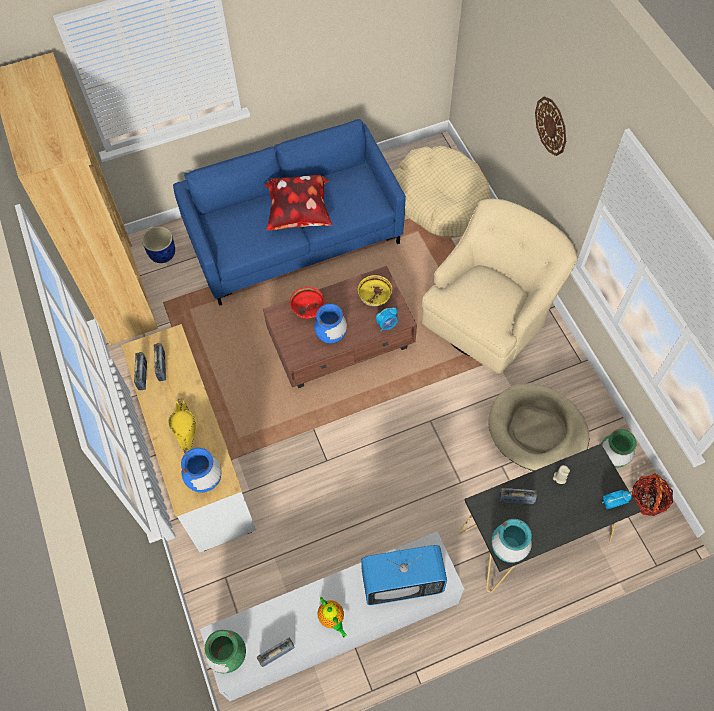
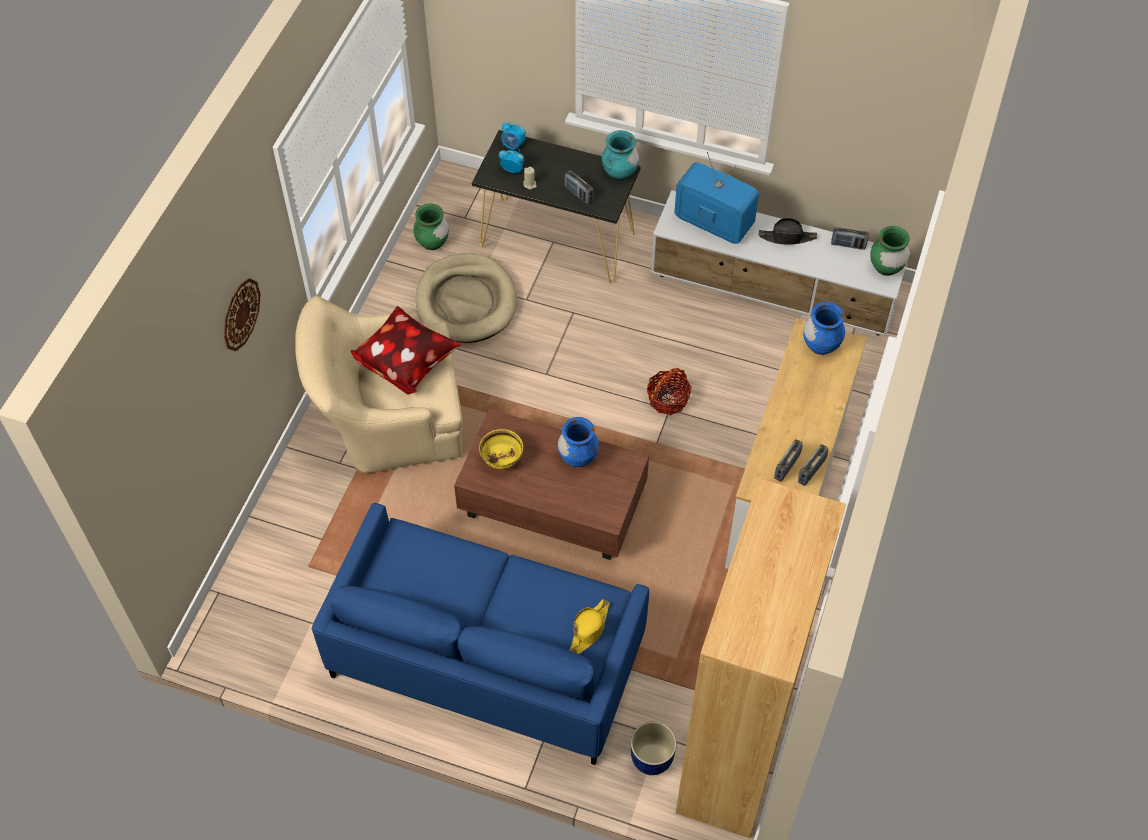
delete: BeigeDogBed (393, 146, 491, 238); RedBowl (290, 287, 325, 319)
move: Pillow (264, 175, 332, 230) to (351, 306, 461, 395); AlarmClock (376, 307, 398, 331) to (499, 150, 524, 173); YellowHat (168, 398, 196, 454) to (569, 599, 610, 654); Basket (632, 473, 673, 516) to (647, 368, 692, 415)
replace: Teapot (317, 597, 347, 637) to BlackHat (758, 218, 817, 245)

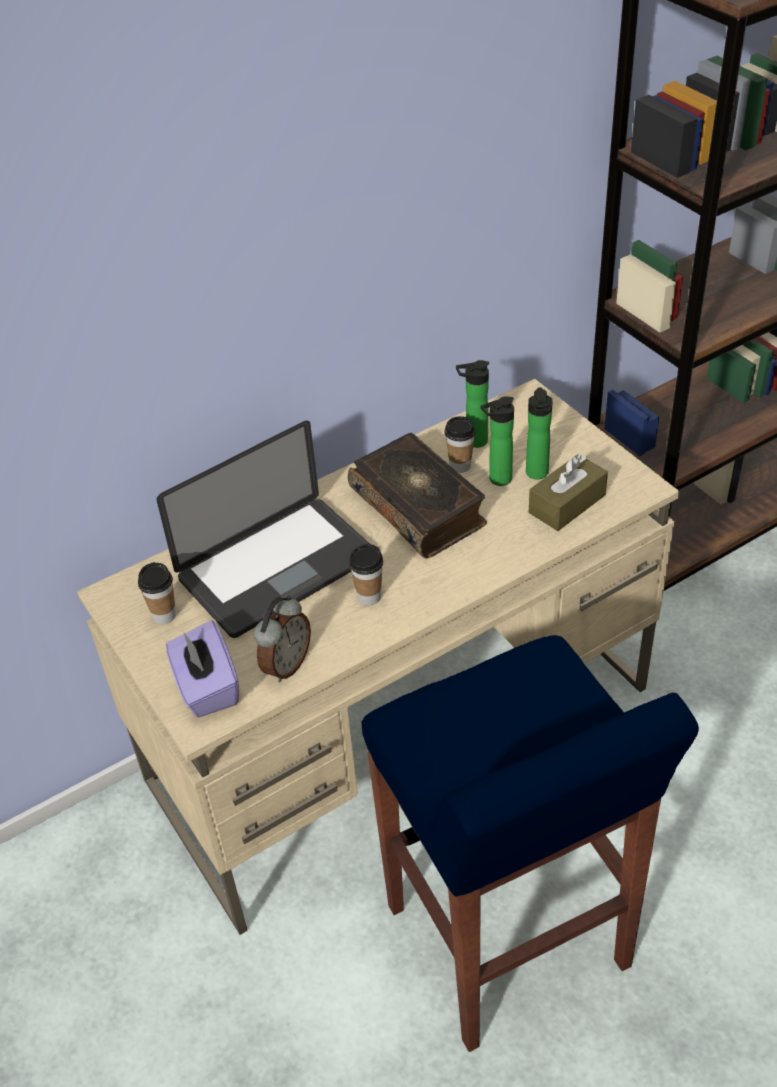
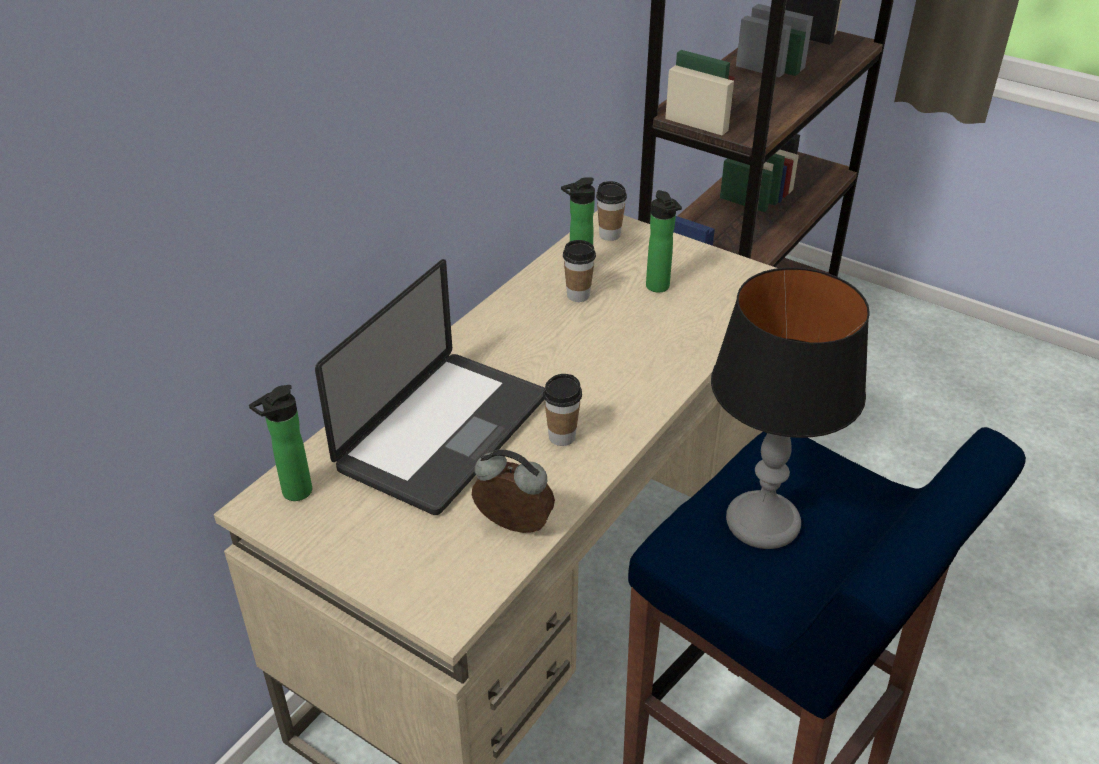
delete: Book (348, 433, 487, 558); BrownTissueBox (529, 454, 608, 531); PurpleTissueBox (166, 620, 239, 717)
insert: TableLamp (711, 267, 870, 549)
move: Bottle (480, 396, 514, 486) to (249, 385, 312, 501); Cup (138, 562, 176, 624) to (596, 181, 627, 241)
rotate: AlarmClock (254, 595, 311, 682) = (472, 449, 555, 533) 75 degrees counterclockwise

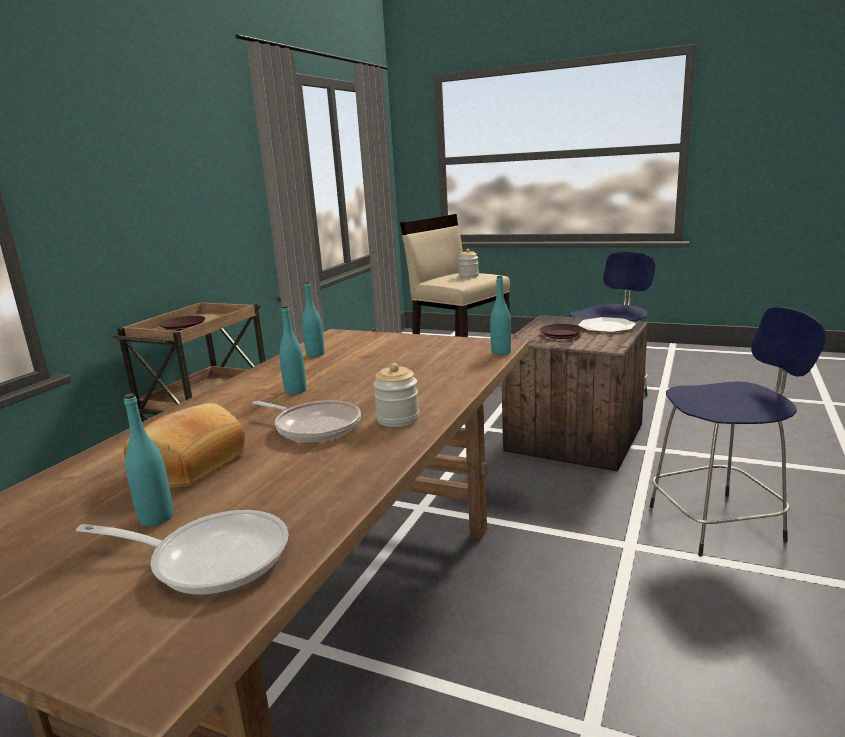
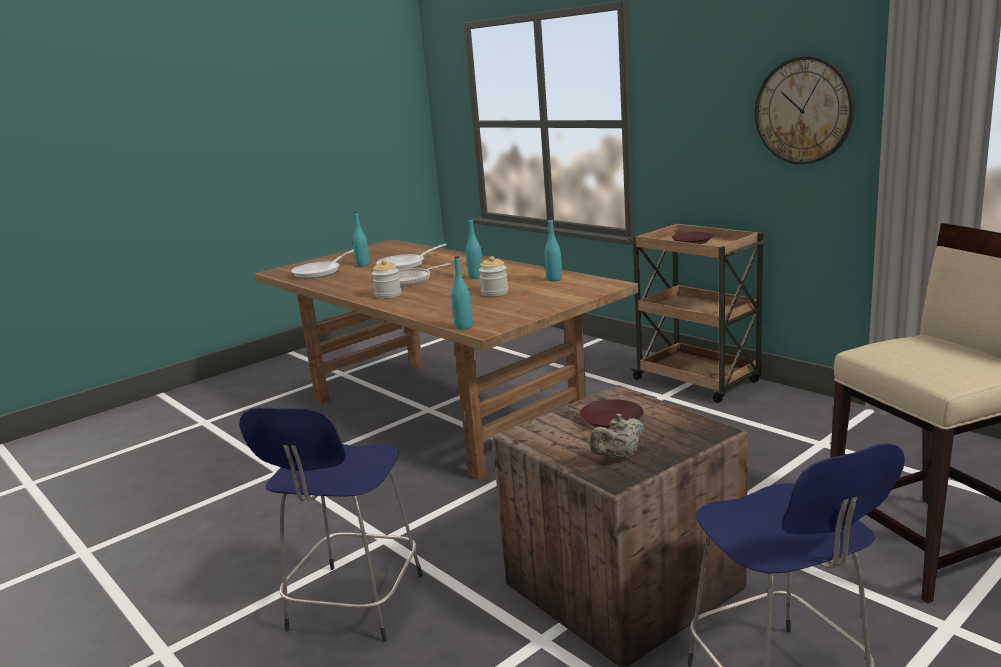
insert: WallClock (755, 56, 855, 164)
move: Jar (458, 249, 479, 278) to (479, 256, 508, 296)
replace: Plate (578, 317, 636, 333) to BeigeTeapot (589, 414, 644, 461); Bread (124, 403, 245, 487) to FryingPan (376, 244, 447, 270)

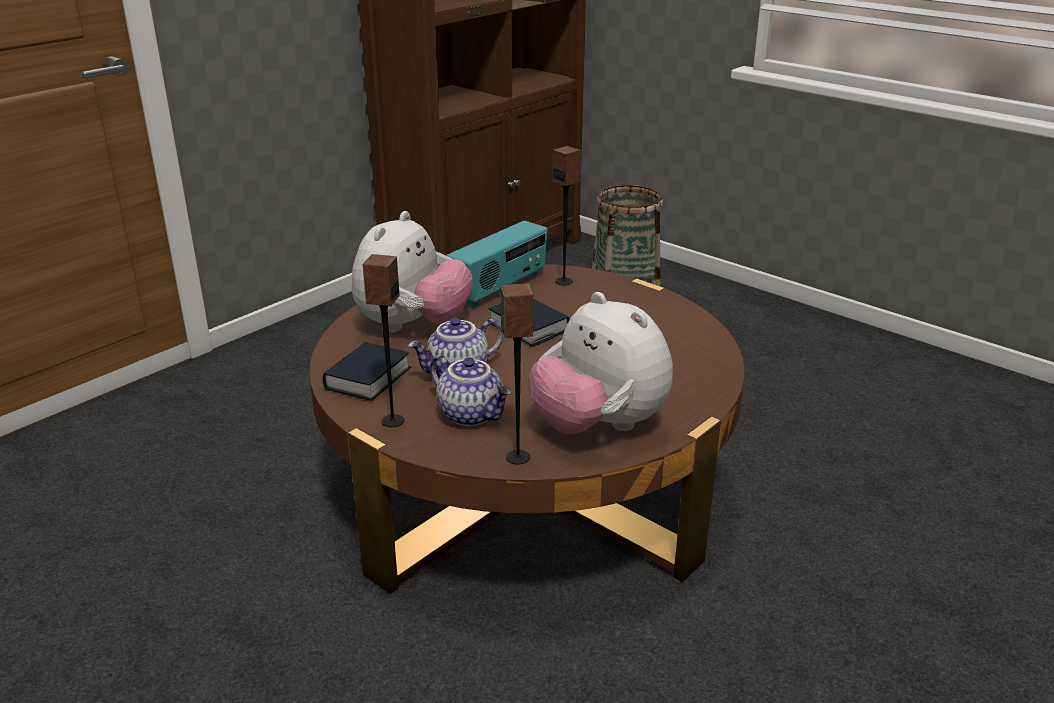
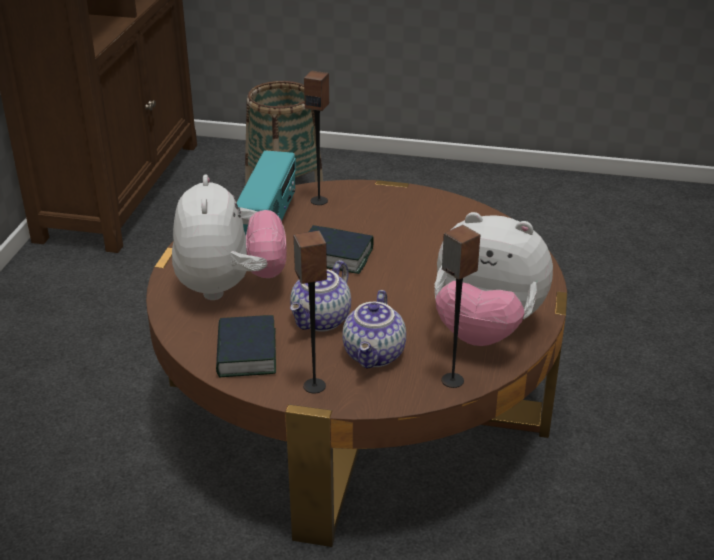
rotate: Teapot (430, 355, 512, 427) = (342, 290, 406, 369) 90 degrees clockwise

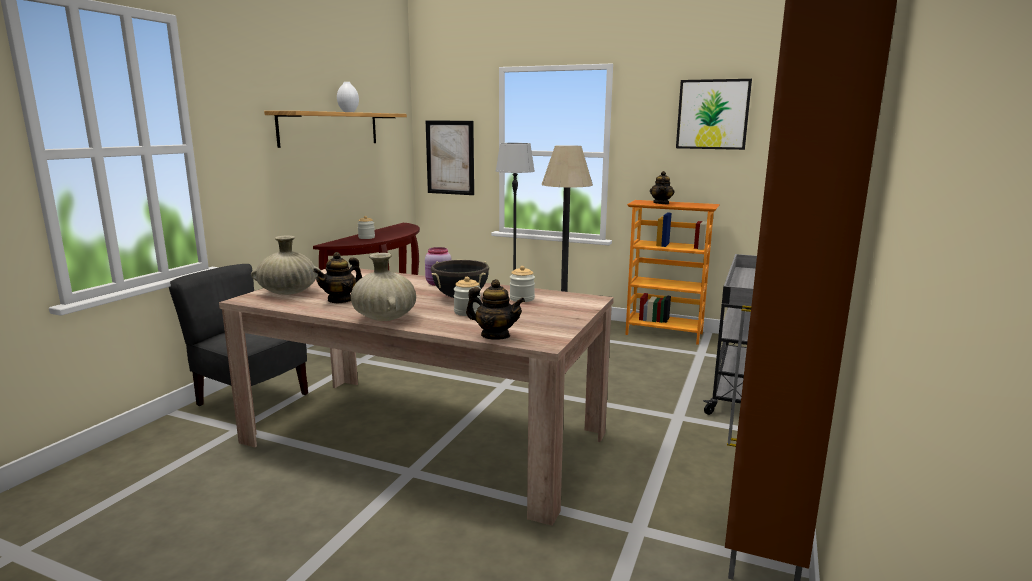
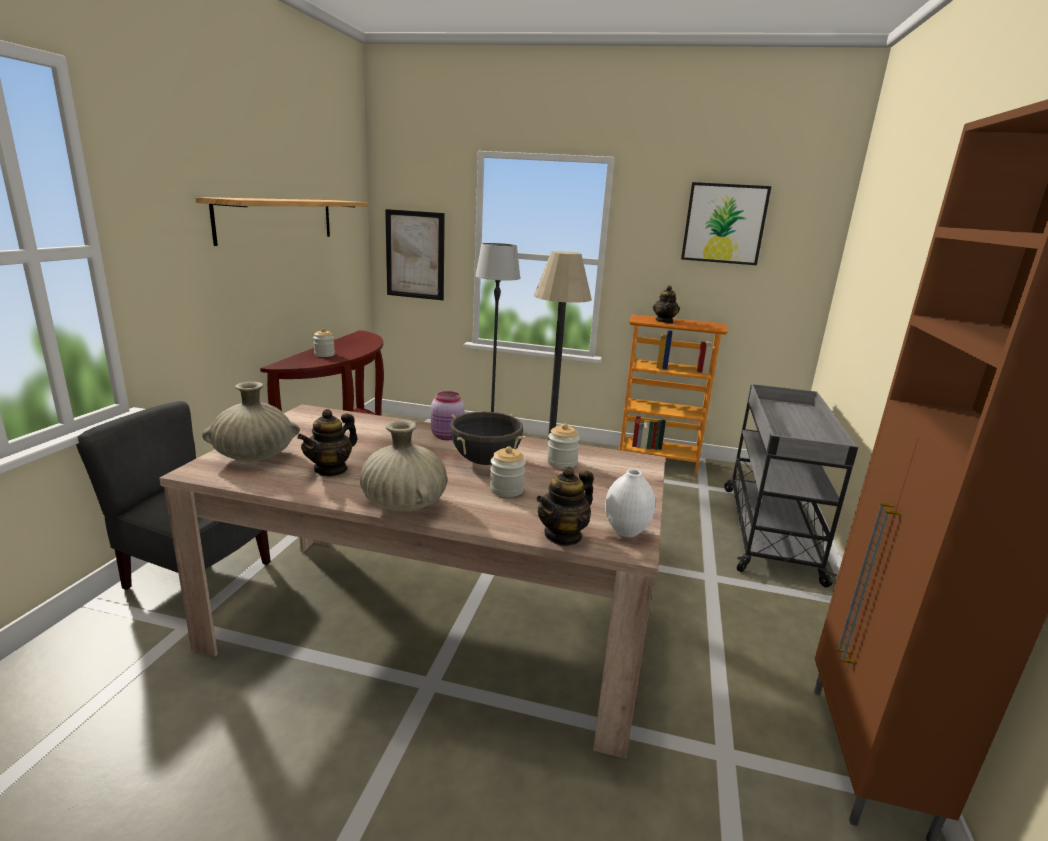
move: WhiteVase (337, 82, 359, 112) to (605, 469, 655, 537)
rotate: Teapot (466, 279, 525, 340) = (536, 466, 594, 546) 120 degrees clockwise

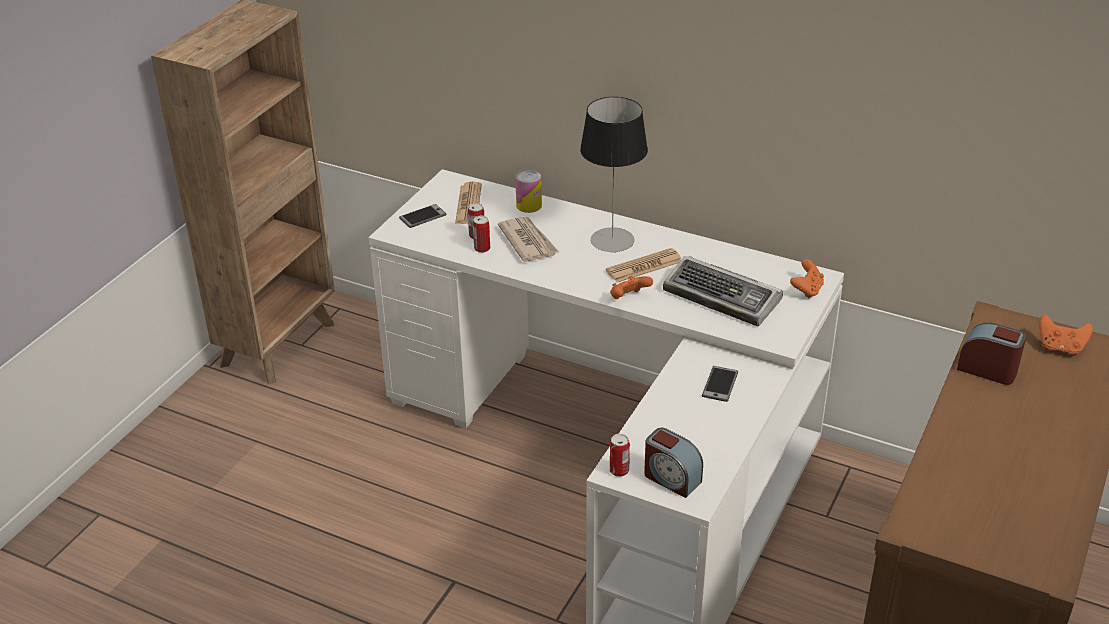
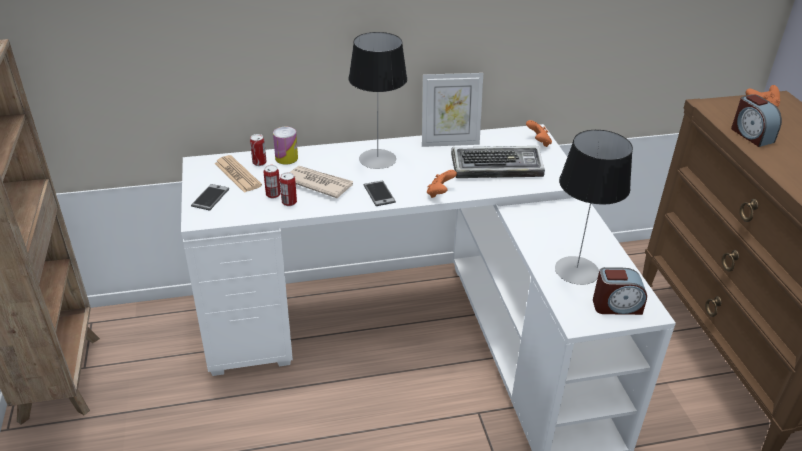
delete: Newspaper (606, 248, 681, 283)
insert: PictureFrame (422, 73, 483, 147); TableLamp (555, 130, 633, 285)
move: Phone (702, 366, 738, 402) to (364, 181, 396, 206); Can (610, 434, 630, 477) to (250, 134, 267, 166)
rotate: AlarmClock (957, 323, 1026, 385) = (731, 94, 782, 147) 105 degrees counterclockwise

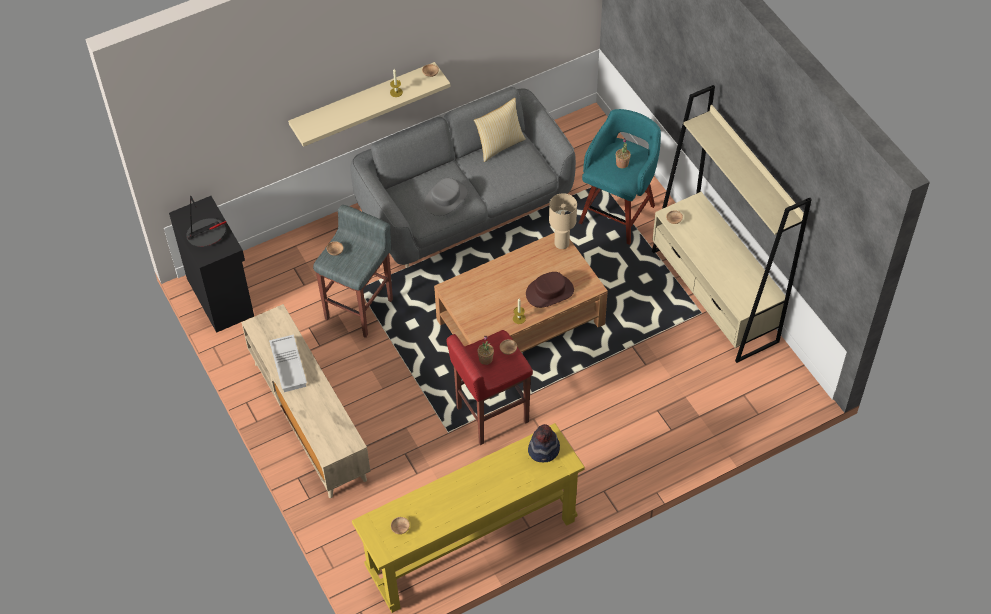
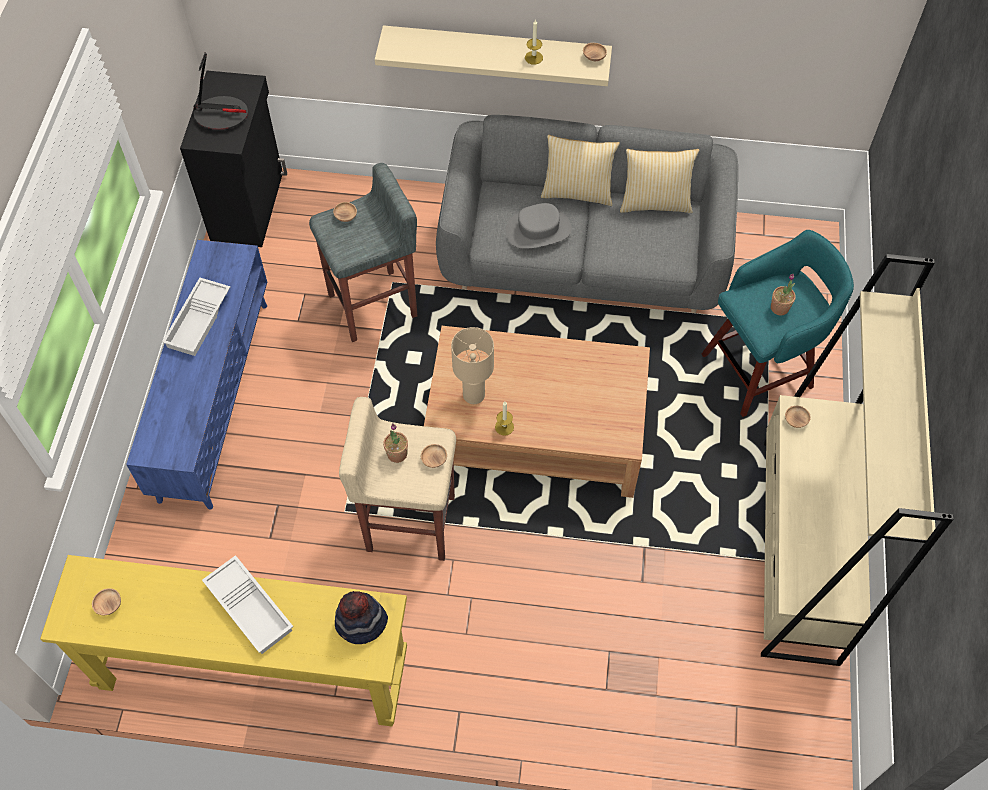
delete: BrownHat (526, 272, 574, 308)
insert: Pillow (541, 135, 620, 206); WhiteTray (202, 555, 293, 654)
move: BeigeTableLamp (549, 193, 577, 249) to (451, 327, 494, 404)
recolor: BeigeTvStand (241, 304, 371, 498) to BlueTvStand (126, 239, 267, 510); RedStool (447, 330, 533, 445) to BeigeStool (339, 397, 456, 561)

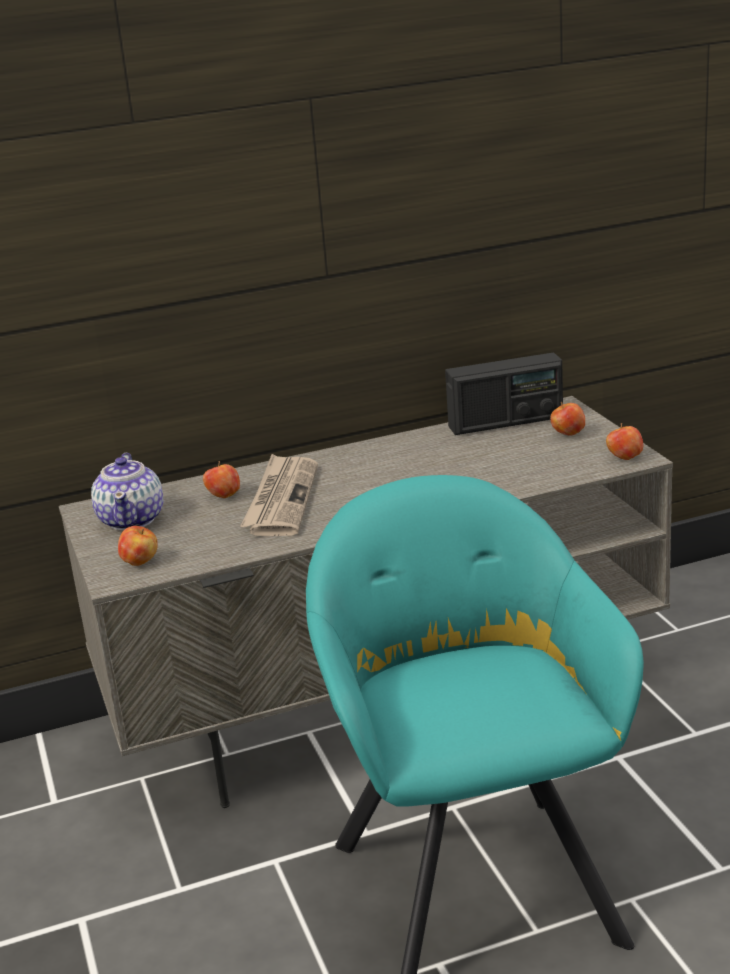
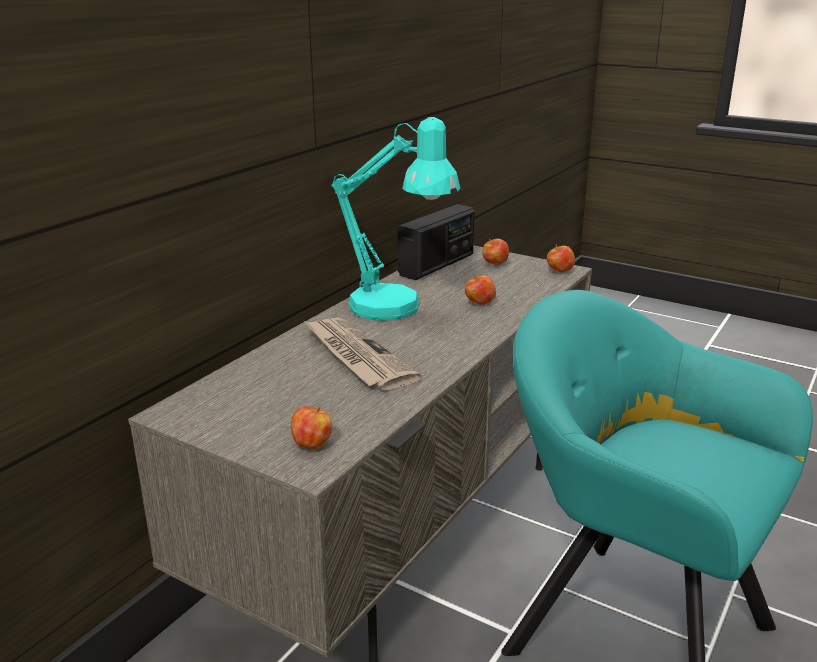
delete: Teapot (91, 453, 163, 531)
insert: TurquoiseTableLamp (332, 117, 460, 321)
move: Apple (203, 461, 240, 498) to (465, 274, 496, 305)

